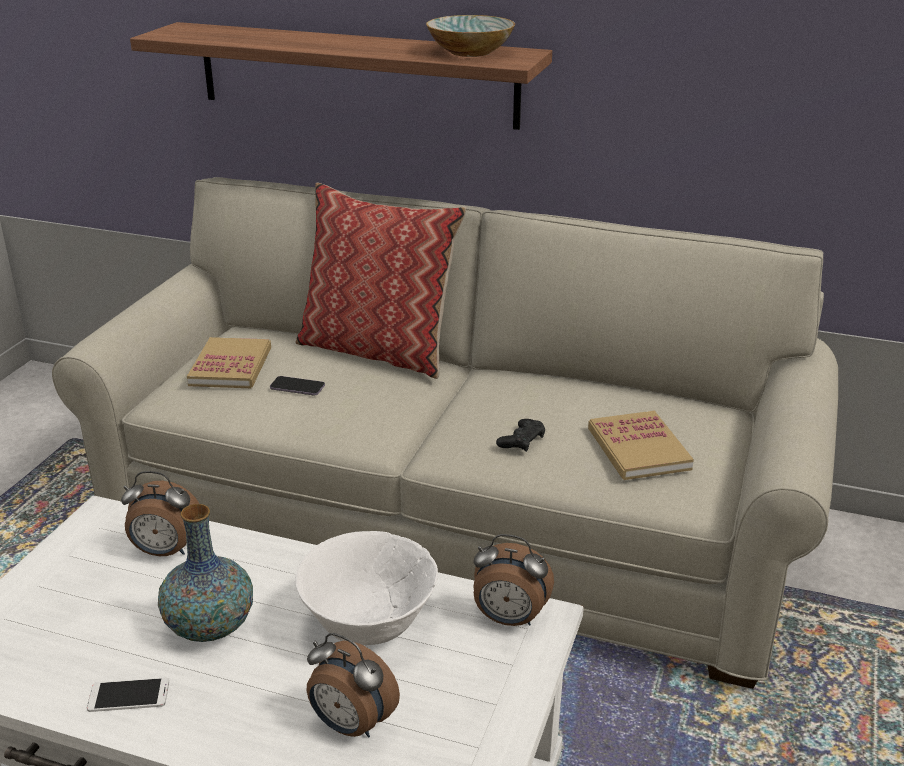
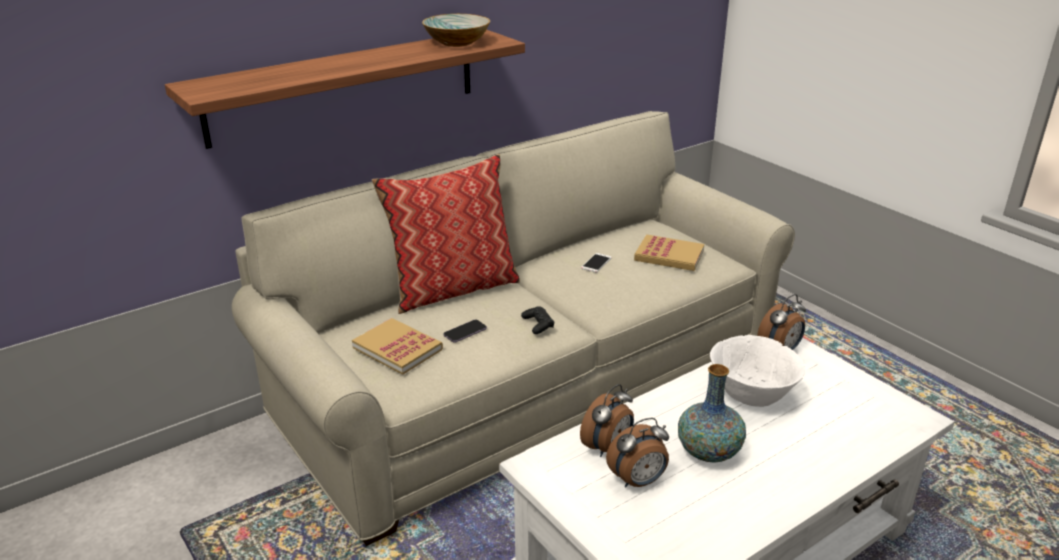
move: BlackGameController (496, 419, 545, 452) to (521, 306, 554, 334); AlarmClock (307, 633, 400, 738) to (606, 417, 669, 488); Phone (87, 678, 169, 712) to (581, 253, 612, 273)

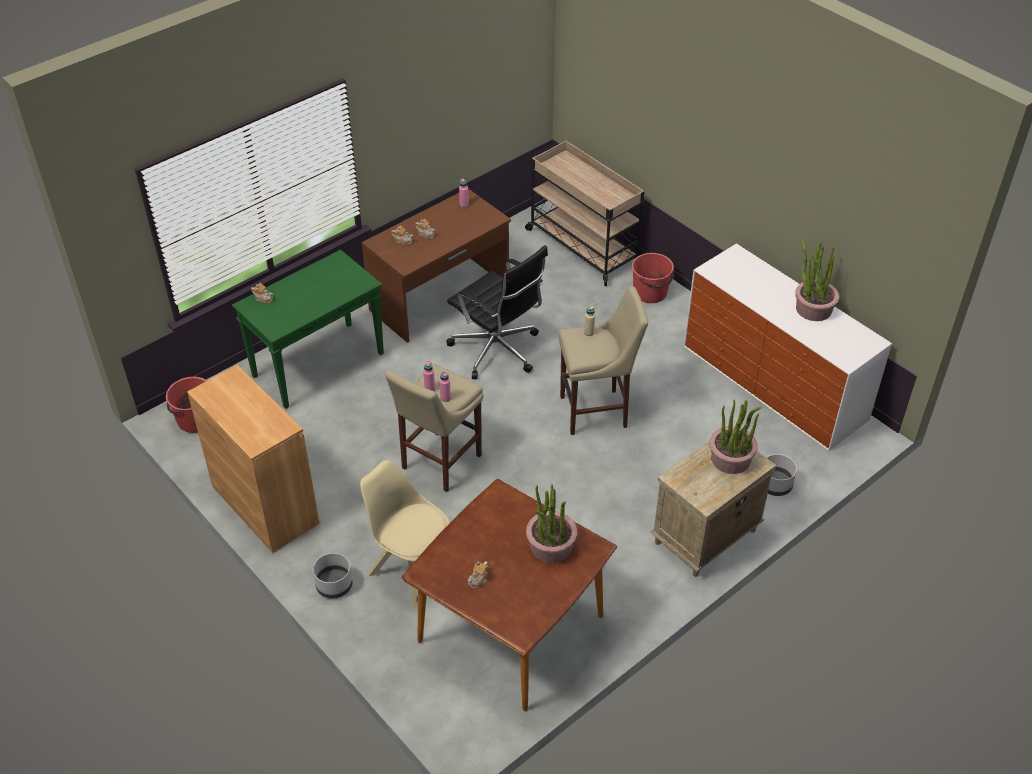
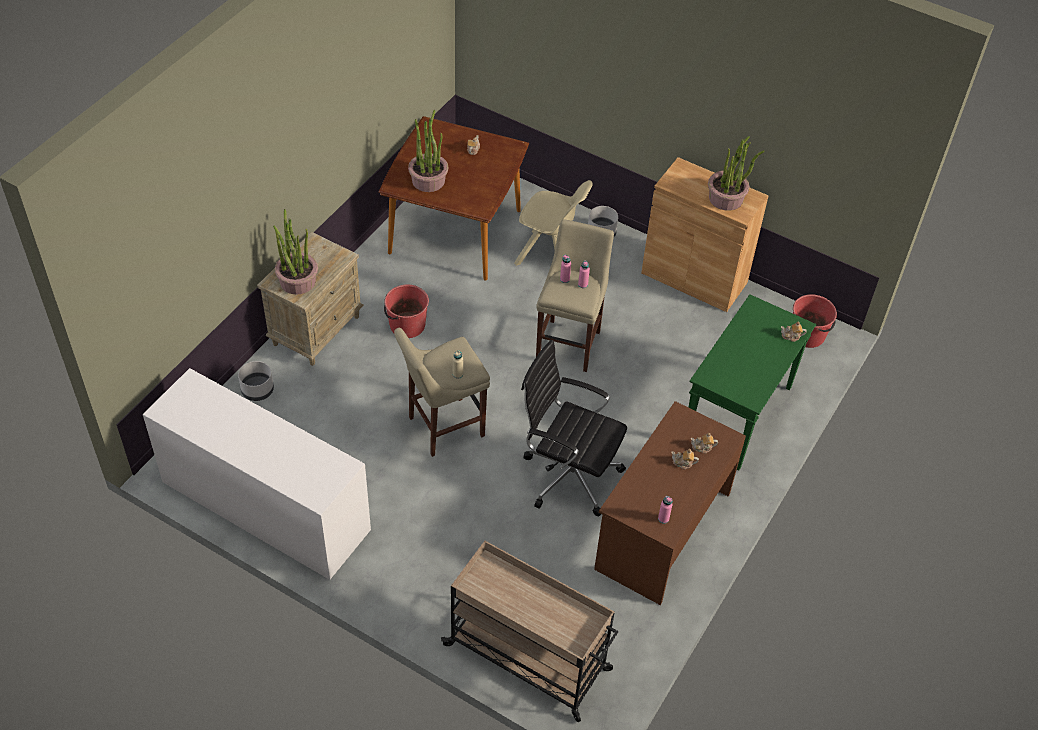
move: PottedPlant (795, 239, 839, 321) to (708, 136, 765, 211); RedBucket (632, 253, 674, 303) to (384, 285, 429, 338)

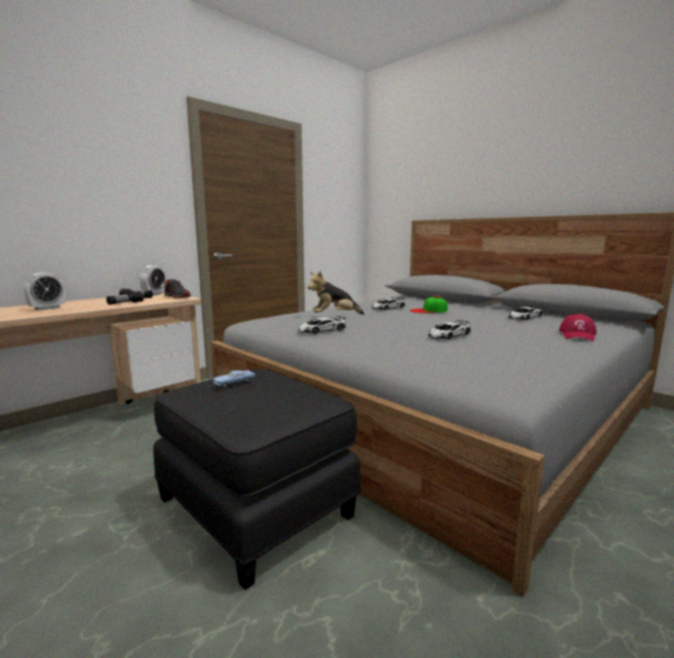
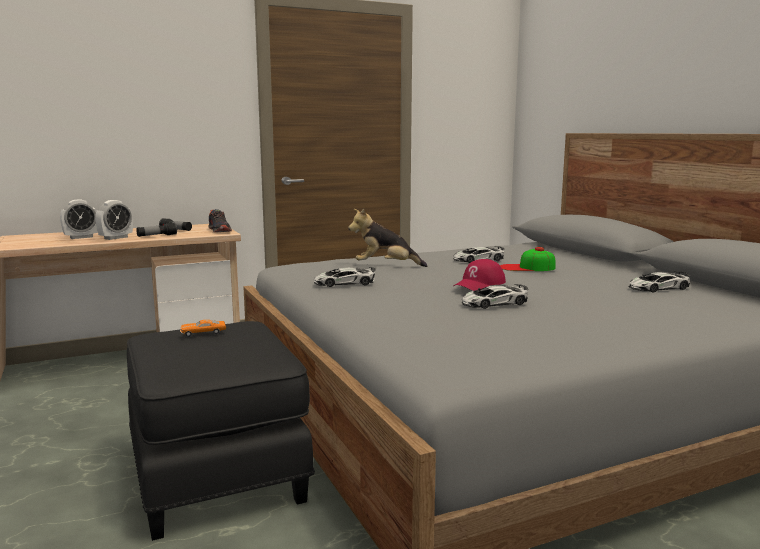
move: AlarmClock (140, 265, 165, 296) to (95, 200, 133, 240); RedCap (559, 314, 597, 341) to (453, 259, 506, 291)
recolor: BlueToyCar (213, 370, 256, 388) to OrangeToyCar (180, 320, 226, 337)

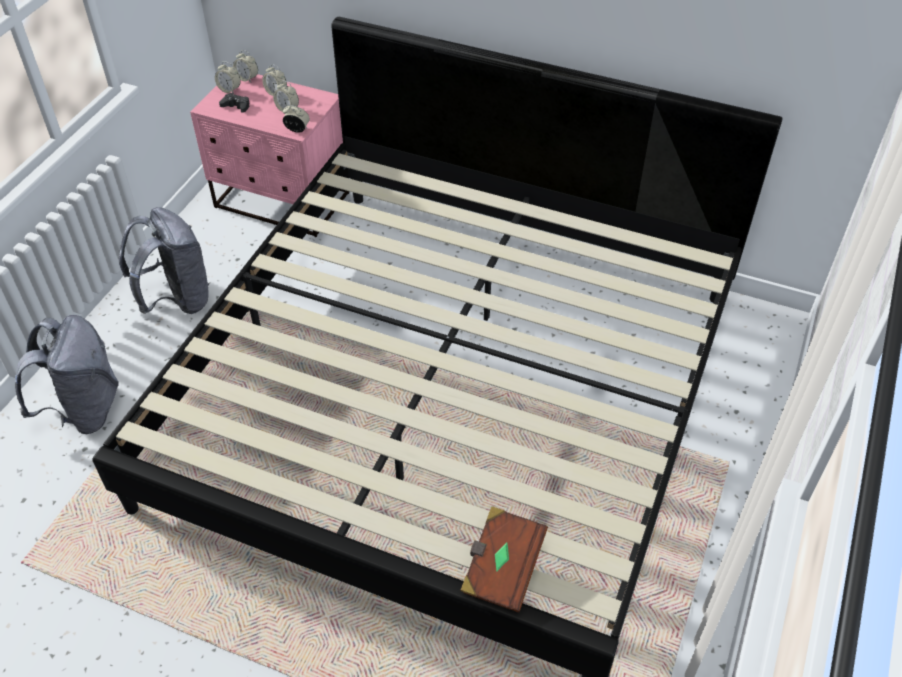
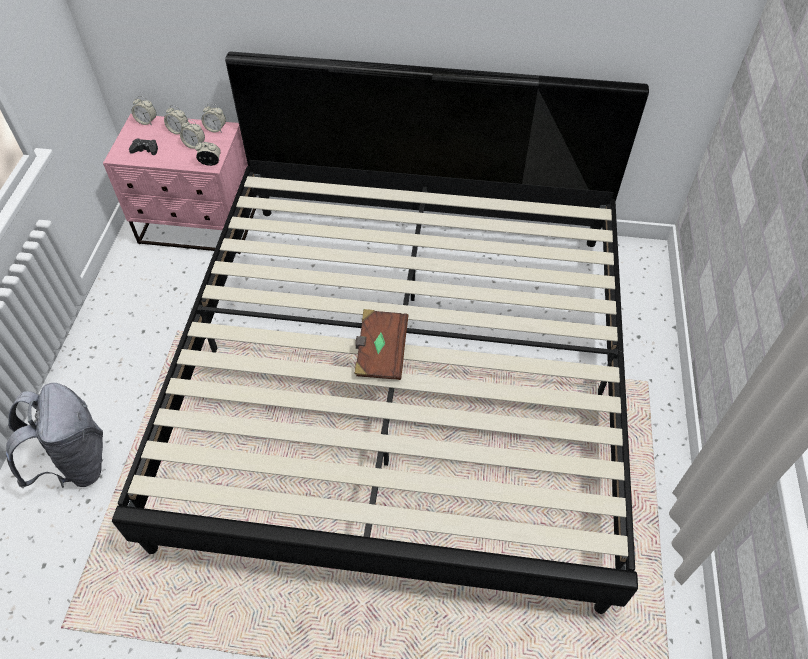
delete: GreyBackpack (119, 207, 209, 314)
move: AlarmClock (215, 61, 241, 94) to (201, 103, 226, 133); BrownBook (460, 506, 548, 612) to (354, 309, 408, 380)

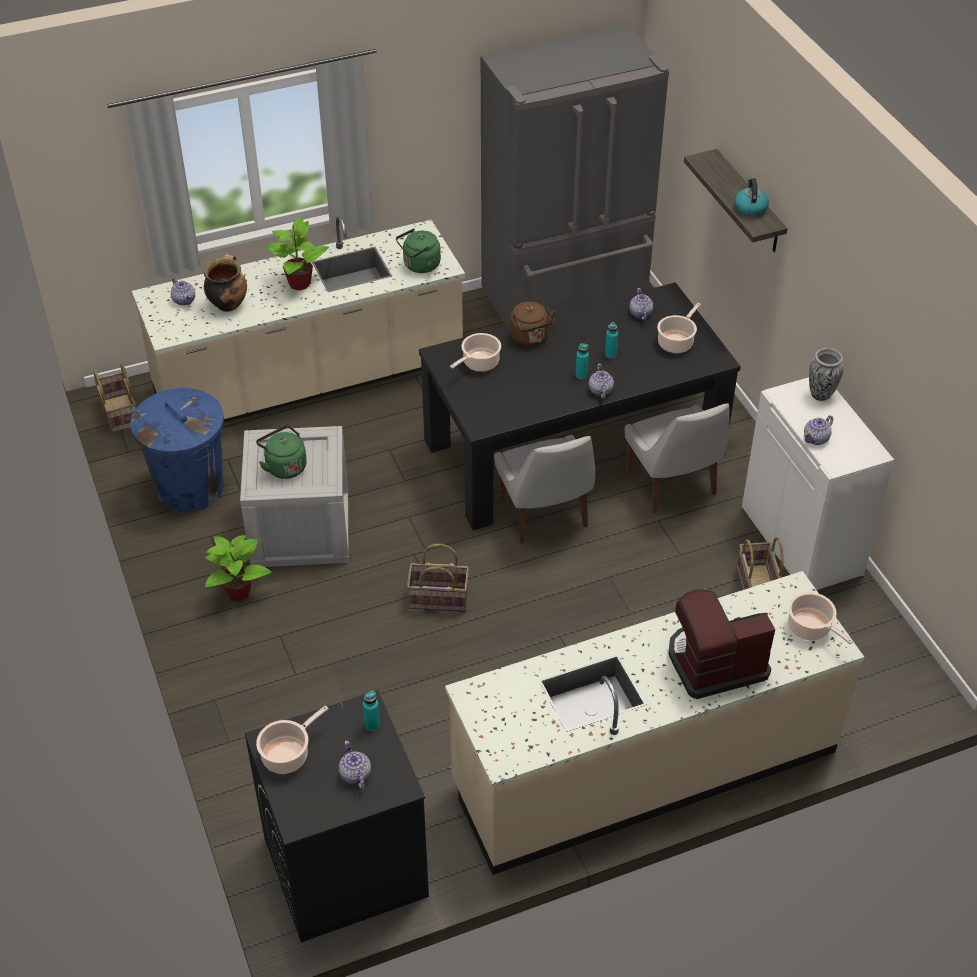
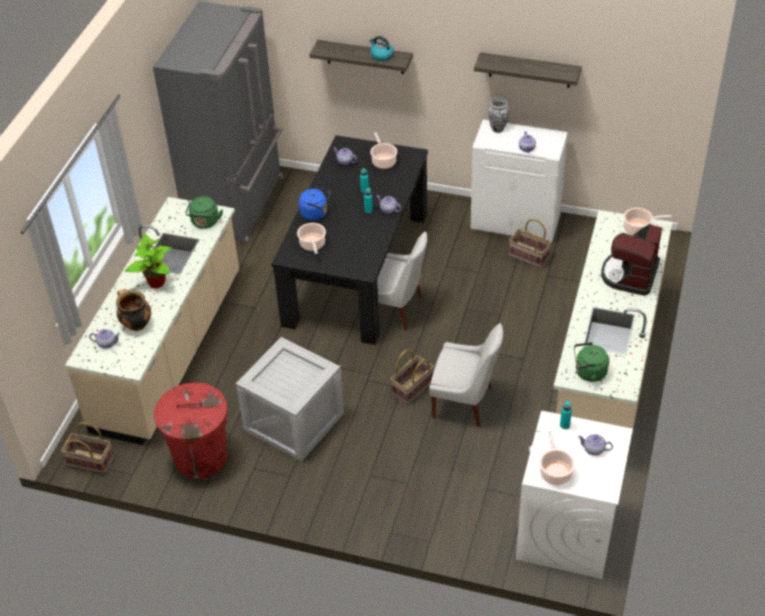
delete: PottedPlant (205, 535, 272, 602)
insert: Shelf (474, 52, 582, 88)
move: WhiteChair (625, 403, 730, 513) to (429, 323, 503, 427); GreenKettle (256, 425, 307, 479) to (574, 342, 609, 382)
recolor: BrownKettle (510, 302, 555, 346) to BlueKettle (299, 187, 331, 221); BlueTrashCan (130, 388, 224, 512) to RedTrashCan (154, 383, 228, 479); BlackWashingMachine (245, 691, 429, 942) to WhiteWashingMachine (516, 411, 633, 579)

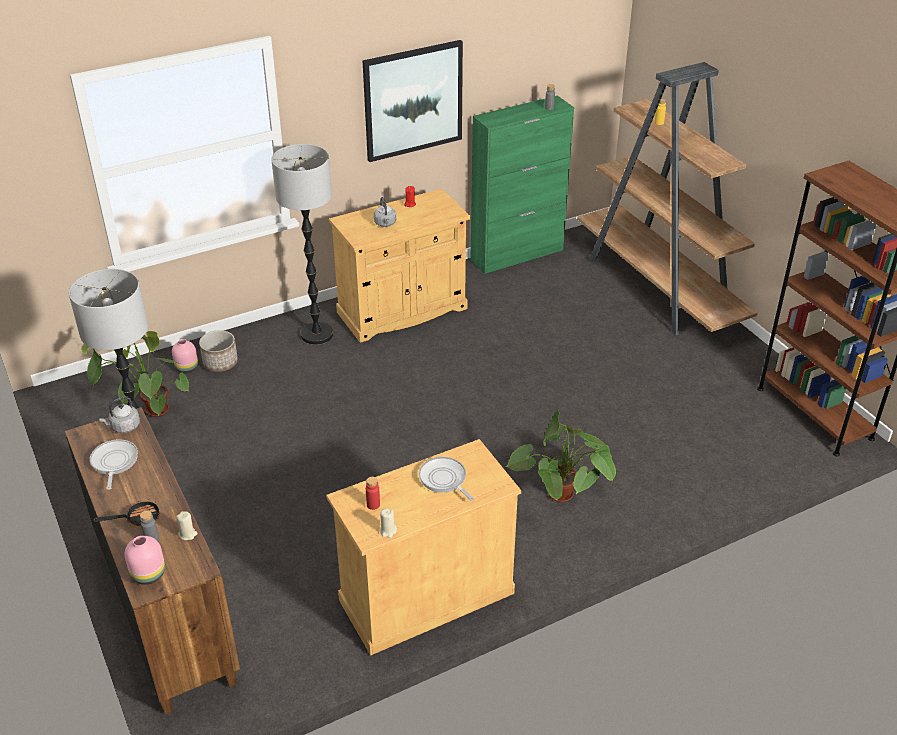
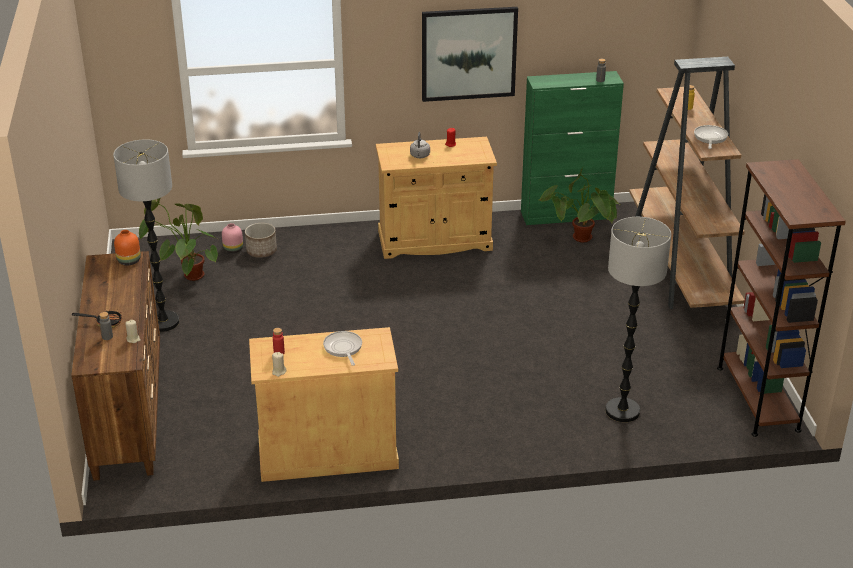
delete: PinkVase (125, 536, 165, 585)
move: FloorLamp (271, 144, 333, 345) to (606, 217, 671, 422); PottedPlant (505, 410, 616, 502) to (539, 167, 619, 242); FryingPan (90, 439, 138, 490) to (694, 125, 728, 149)
replace: GreyKettle (99, 396, 140, 433) to OrangeVase (114, 230, 141, 266)

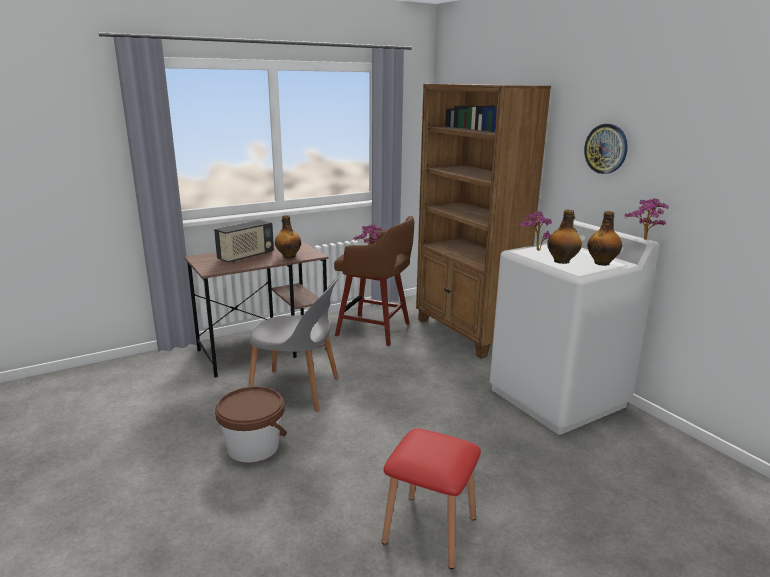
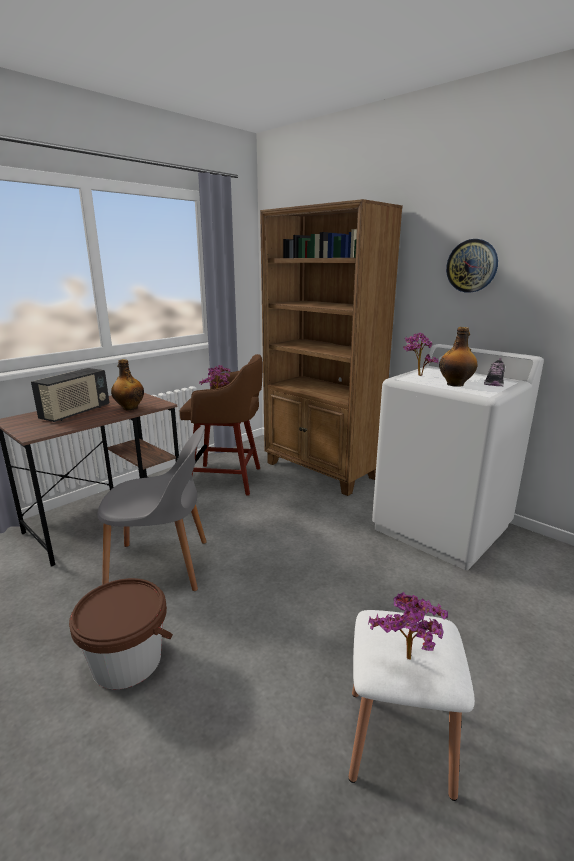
move: PottedPlant (624, 198, 669, 240) to (368, 592, 448, 660)
replace: Bottle (587, 211, 622, 266) to Shoe (484, 358, 505, 386)
recolor: RedStool (382, 428, 481, 569) to WhiteStool (348, 610, 475, 801)

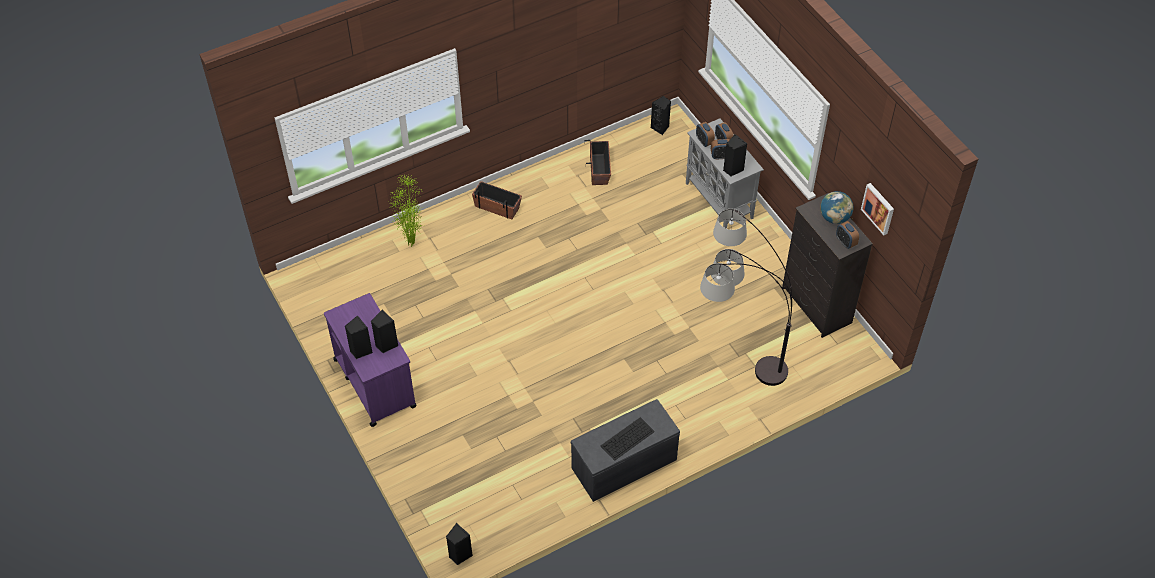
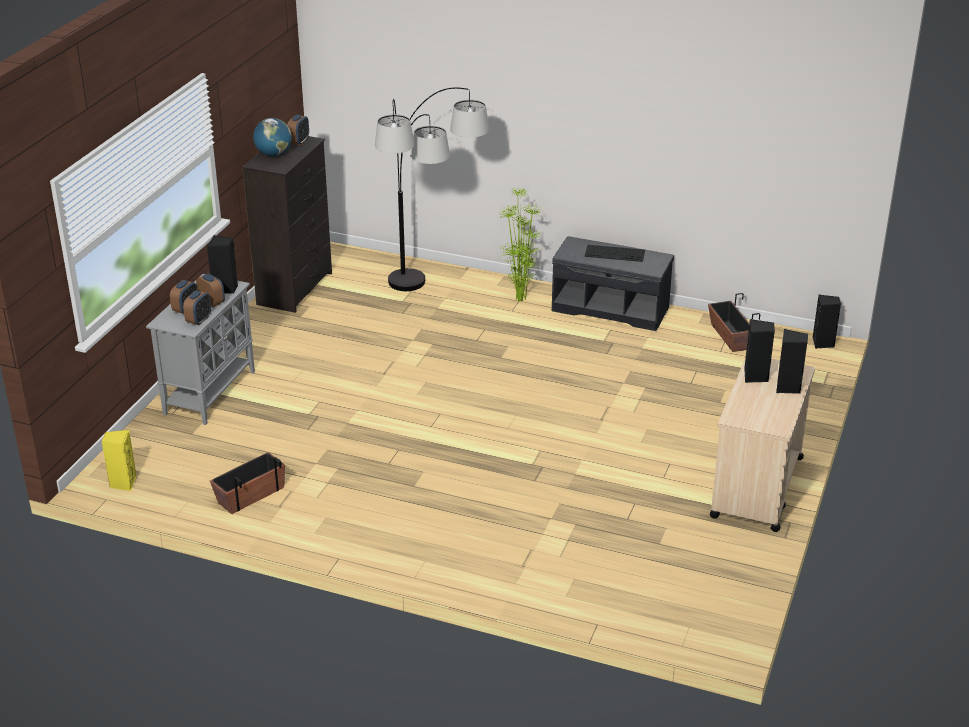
delete: Picture (861, 183, 894, 235)
move: PottedPlant (389, 174, 422, 247) to (498, 187, 544, 301); Planter (472, 181, 522, 220) to (708, 293, 760, 352)
recolor: BlackSpeaker (651, 96, 671, 135) to YellowSpeaker (101, 430, 137, 491); PurpleCart (324, 293, 416, 427) to BeigeCart (710, 357, 815, 532)

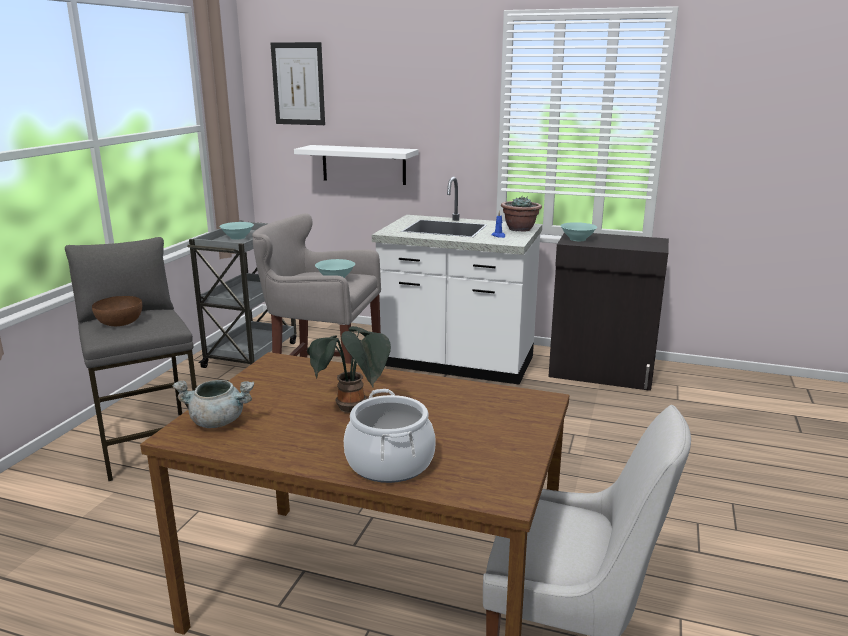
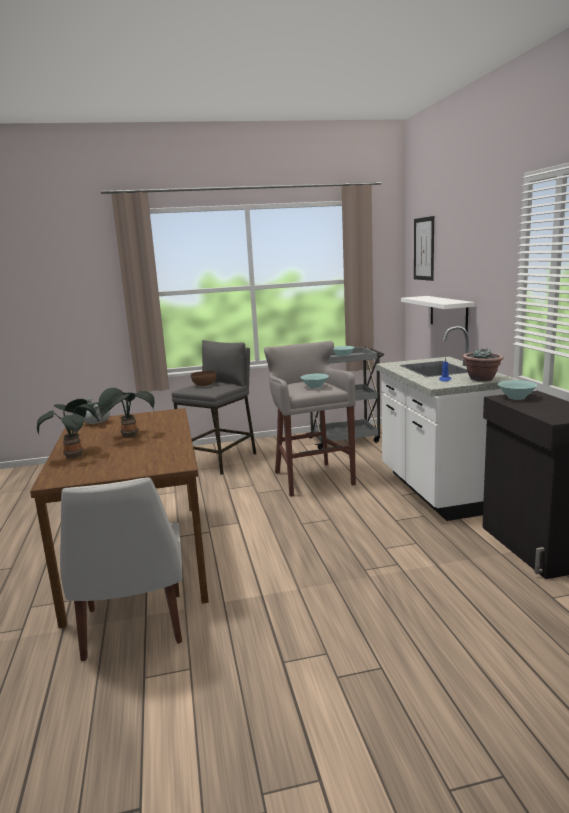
replace: CookingPot (344, 389, 436, 483) to PottedPlant (37, 399, 99, 459)

